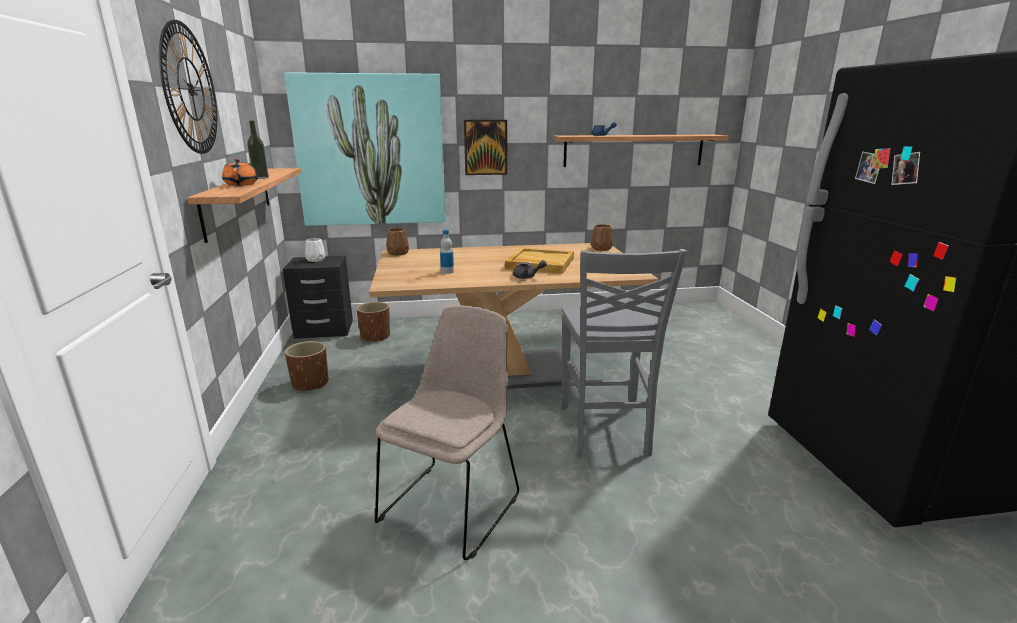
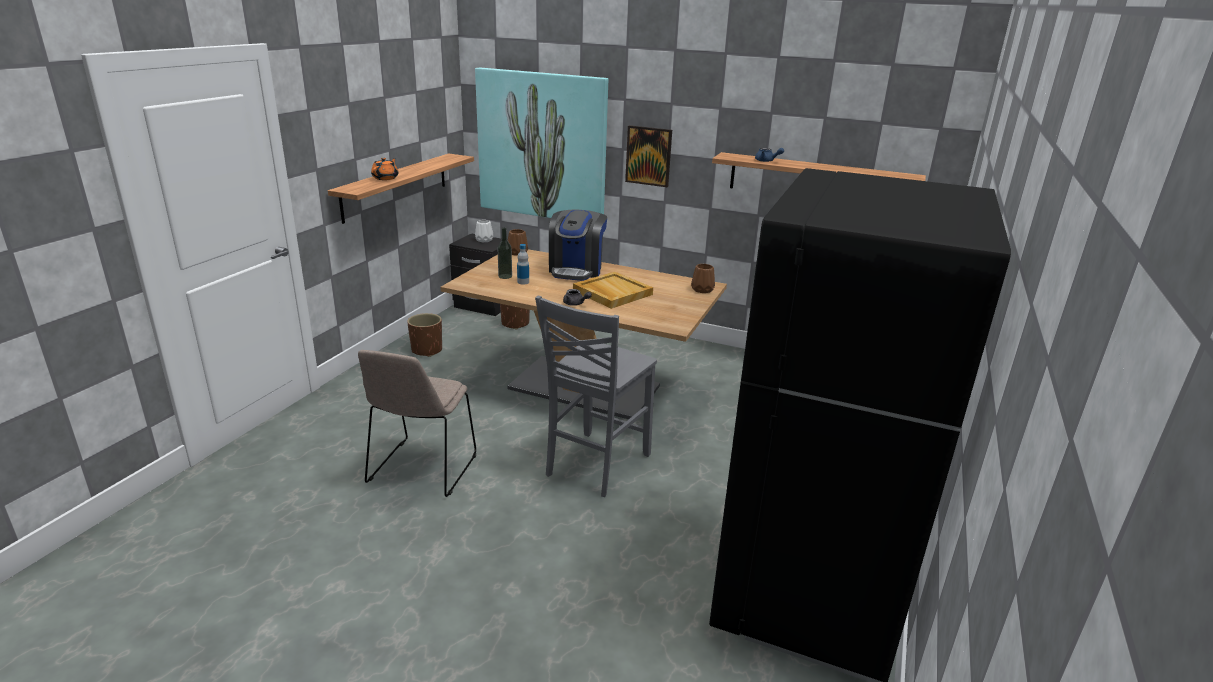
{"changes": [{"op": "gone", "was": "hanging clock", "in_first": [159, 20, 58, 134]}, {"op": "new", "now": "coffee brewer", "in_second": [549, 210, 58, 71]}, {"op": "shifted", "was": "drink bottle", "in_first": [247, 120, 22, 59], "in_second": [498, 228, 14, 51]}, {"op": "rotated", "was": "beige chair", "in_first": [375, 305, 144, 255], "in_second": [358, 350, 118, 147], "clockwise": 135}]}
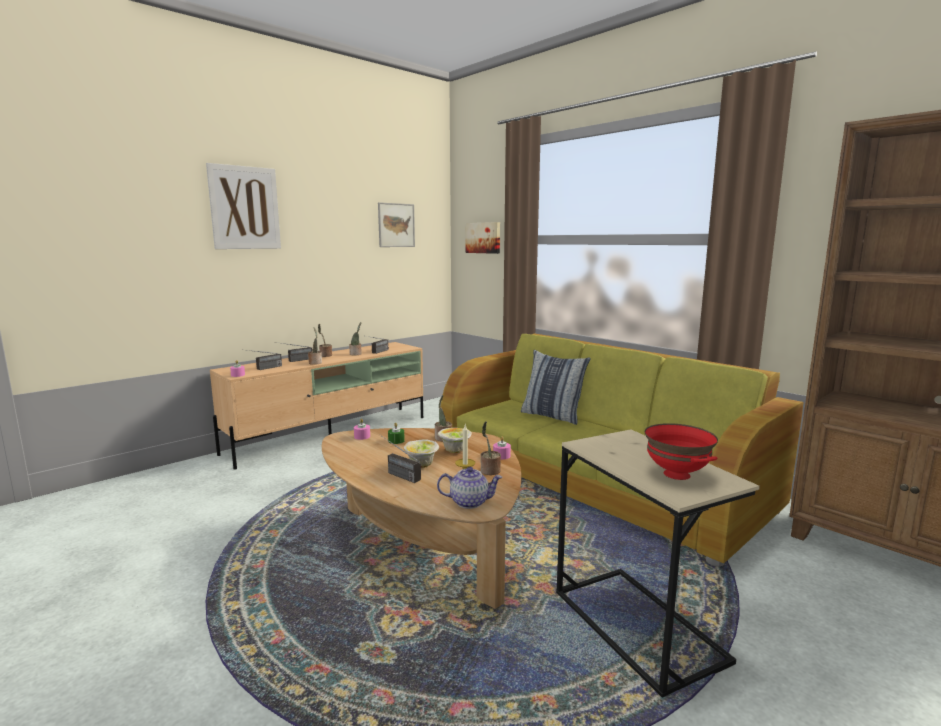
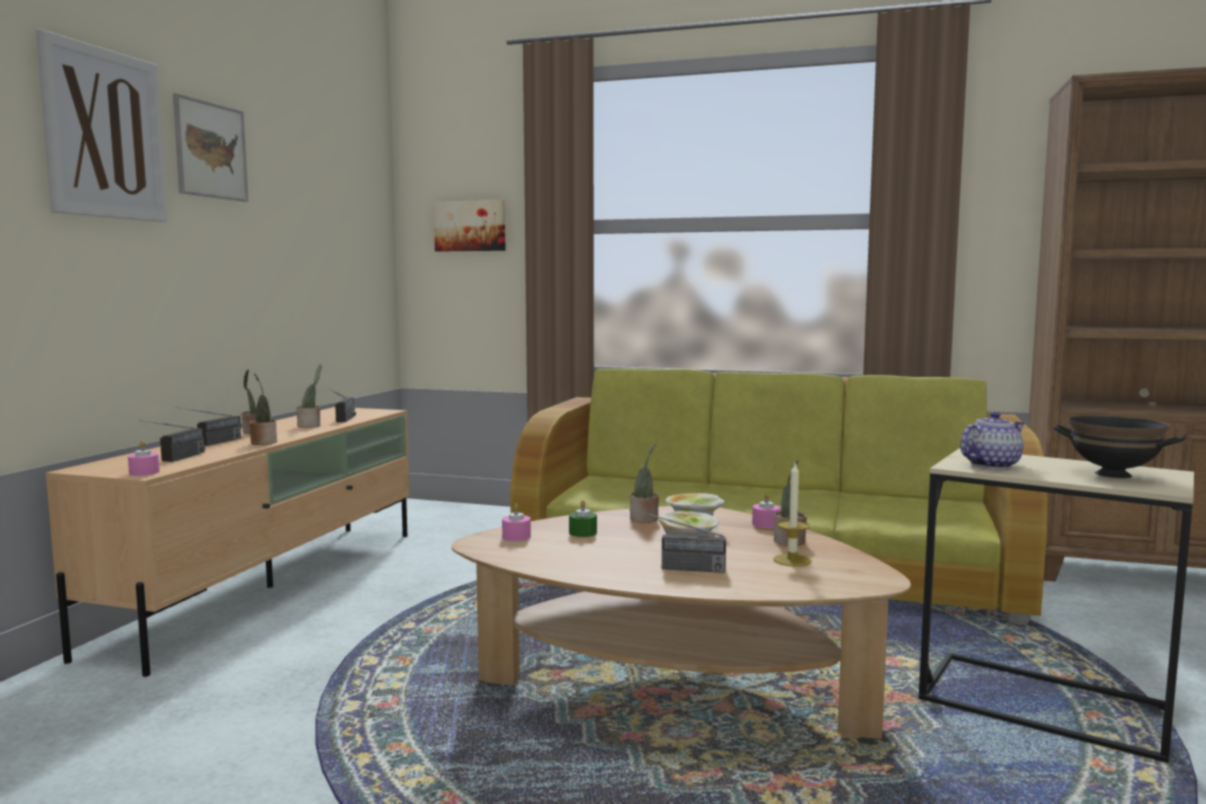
{"changes": [{"op": "gone", "was": "cushion", "in_first": [521, 350, 70, 75]}, {"op": "shifted", "was": "picture", "in_first": [378, 202, 37, 45], "in_second": [173, 93, 75, 109]}, {"op": "shifted", "was": "teapot", "in_first": [437, 467, 65, 42], "in_second": [960, 412, 65, 57]}, {"op": "repainted", "was": "red-coloured deep dish", "now": "blackish deep dish", "in_first": [645, 423, 73, 57], "in_second": [1053, 415, 133, 63]}]}
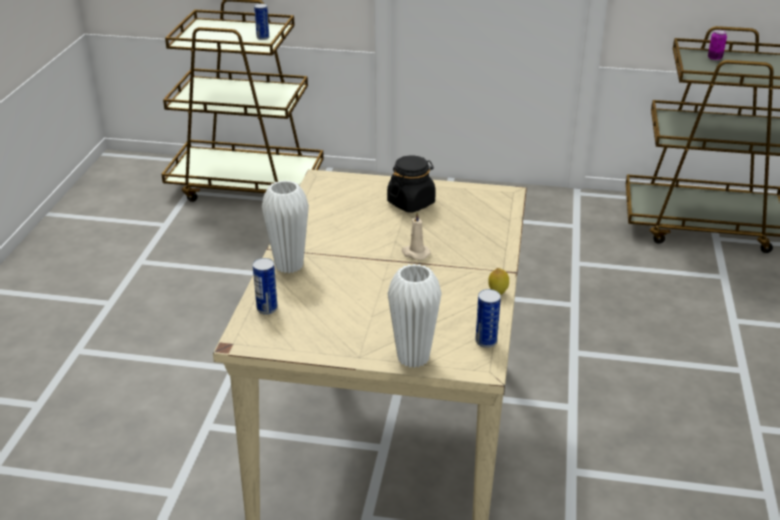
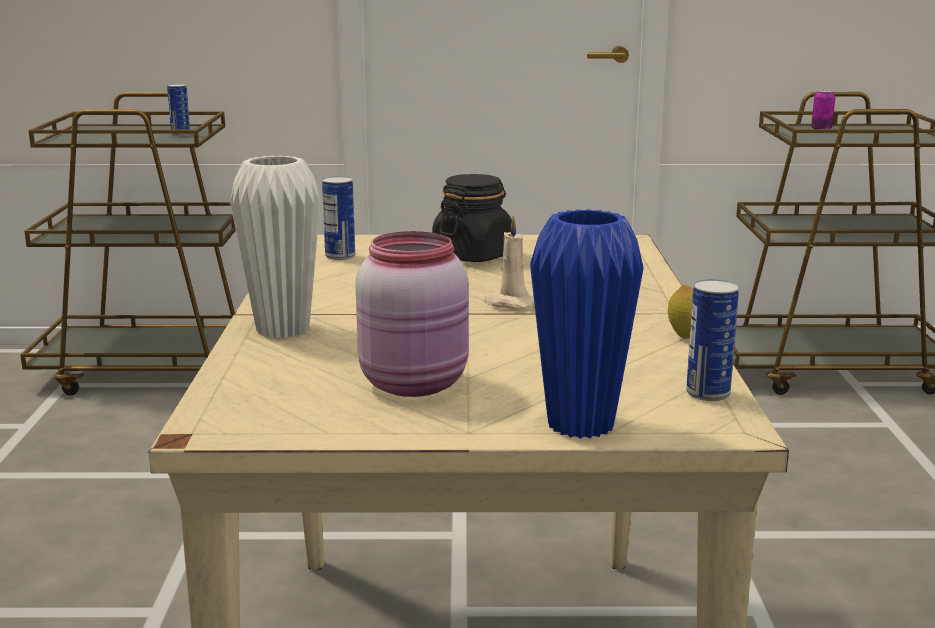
{"changes": [{"op": "new", "now": "pink storage jar", "in_second": [356, 231, 113, 166]}, {"op": "shifted", "was": "metal can", "in_first": [253, 258, 25, 56], "in_second": [322, 176, 33, 84]}, {"op": "repainted", "was": "white flower vase", "now": "blue flower vase", "in_first": [388, 264, 54, 104], "in_second": [530, 209, 114, 230]}]}
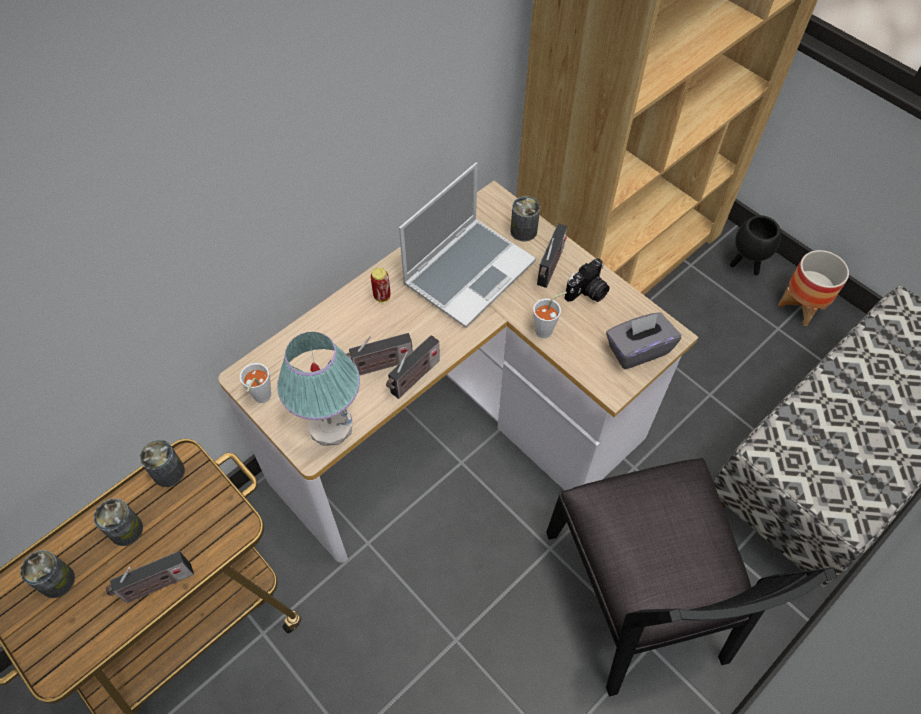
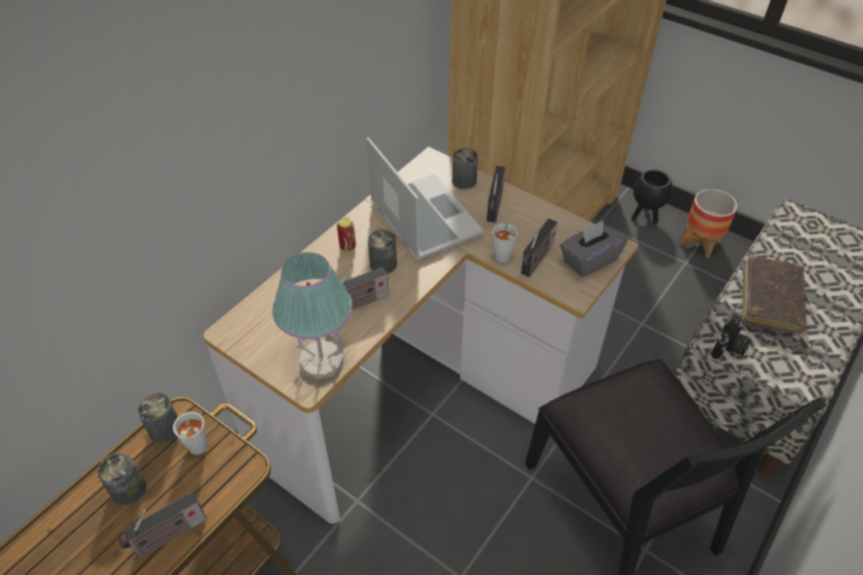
{"changes": [{"op": "new", "now": "brown book", "in_second": [742, 256, 64, 78]}, {"op": "shifted", "was": "metal can", "in_first": [20, 550, 55, 48], "in_second": [368, 229, 29, 45]}, {"op": "shifted", "was": "white small cup", "in_first": [240, 363, 31, 40], "in_second": [173, 412, 35, 43]}, {"op": "shifted", "was": "radio", "in_first": [386, 335, 54, 64], "in_second": [521, 218, 36, 59]}, {"op": "shifted", "was": "photo camera", "in_first": [564, 258, 46, 44], "in_second": [711, 317, 41, 42]}, {"op": "rotated", "was": "laptop", "in_first": [399, 162, 137, 166], "in_second": [367, 137, 117, 124], "clockwise": -60}]}
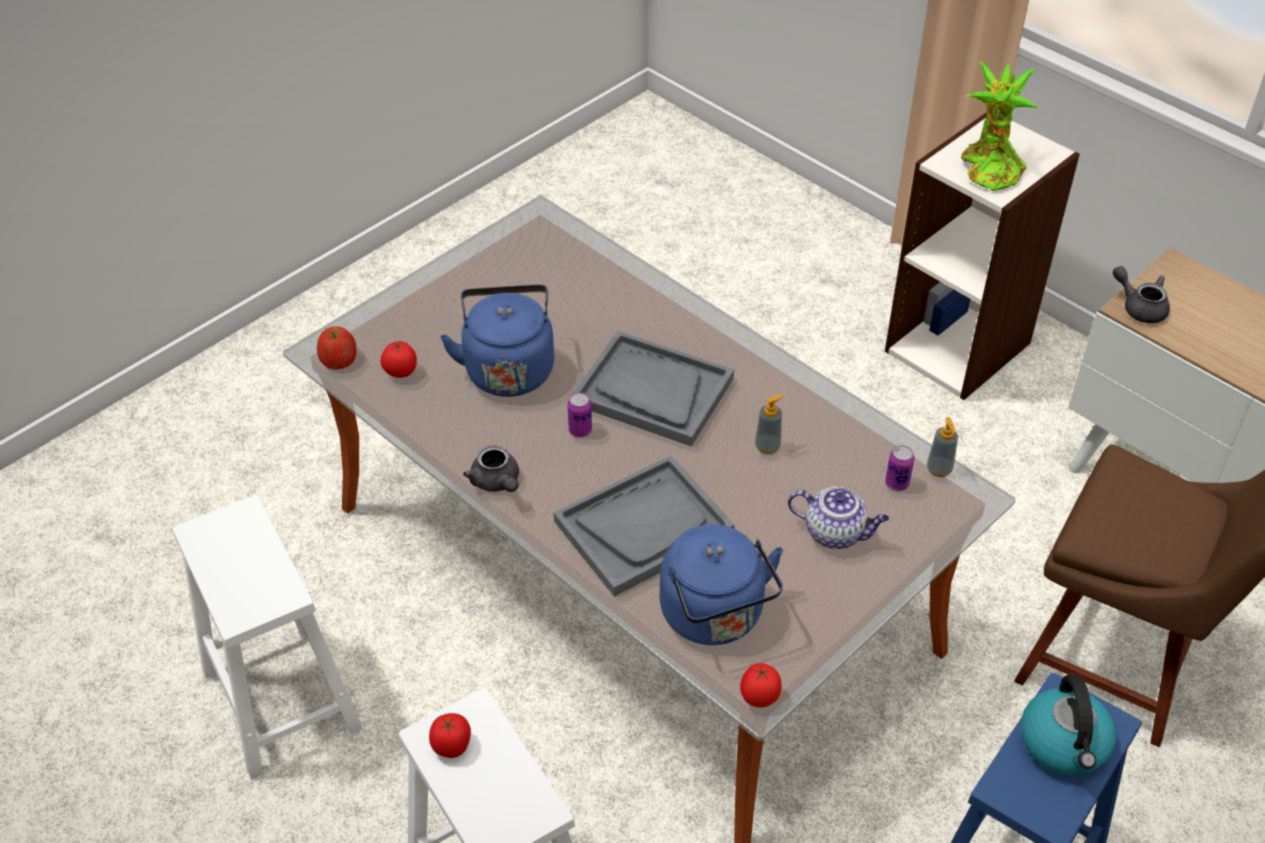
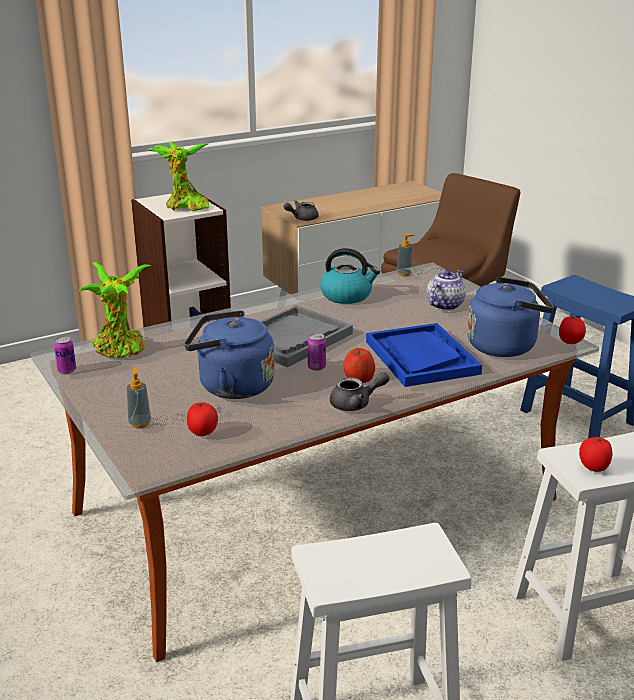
{"changes": [{"op": "new", "now": "houseplant", "in_second": [78, 262, 73, 96]}, {"op": "shifted", "was": "apple", "in_first": [317, 327, 40, 43], "in_second": [344, 348, 31, 35]}, {"op": "shifted", "was": "soap bottle", "in_first": [755, 394, 30, 60], "in_second": [127, 367, 24, 61]}, {"op": "shifted", "was": "metal can", "in_first": [885, 445, 30, 46], "in_second": [54, 336, 22, 38]}, {"op": "shifted", "was": "tea kettle", "in_first": [1021, 675, 96, 101], "in_second": [320, 248, 60, 56]}, {"op": "repainted", "was": "greyish serving tray", "now": "blue serving tray", "in_first": [554, 455, 181, 141], "in_second": [366, 323, 116, 64]}]}
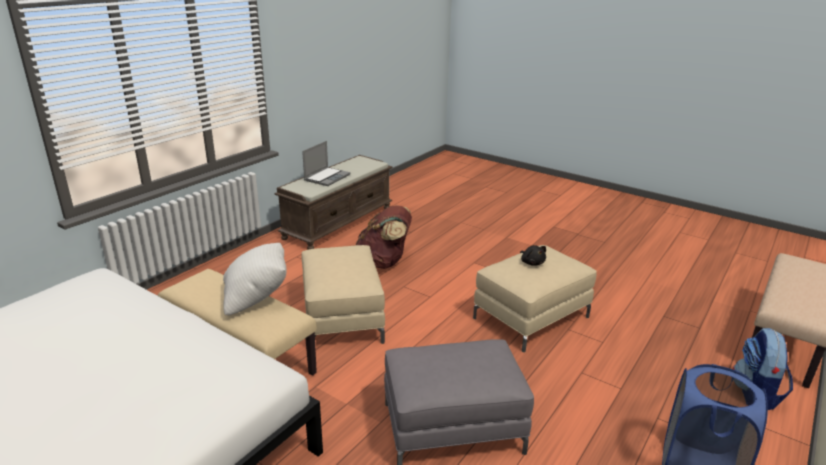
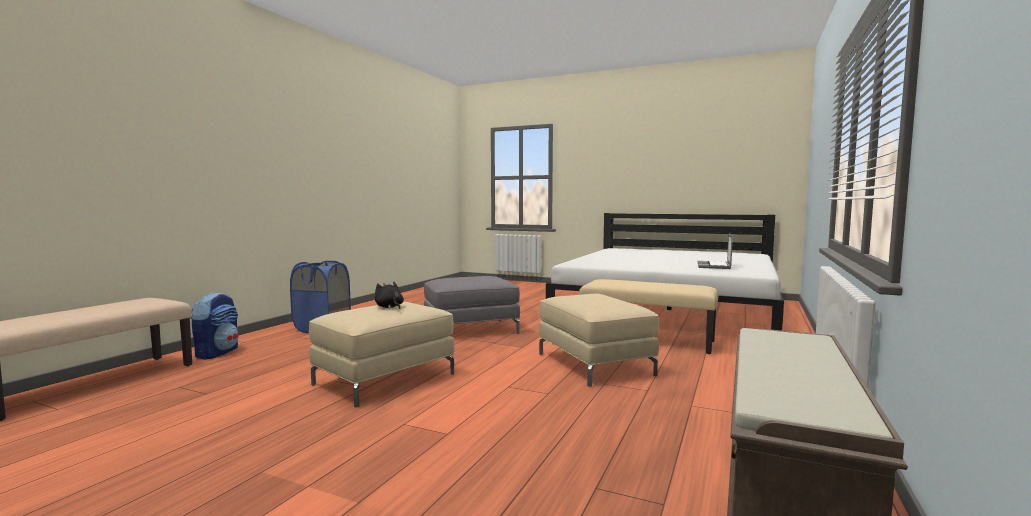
{"changes": [{"op": "gone", "was": "white cushion", "in_first": [223, 243, 64, 72]}, {"op": "gone", "was": "brown rucksack", "in_first": [356, 205, 56, 64]}, {"op": "shifted", "was": "laptop", "in_first": [302, 141, 48, 45], "in_second": [698, 233, 35, 36]}]}
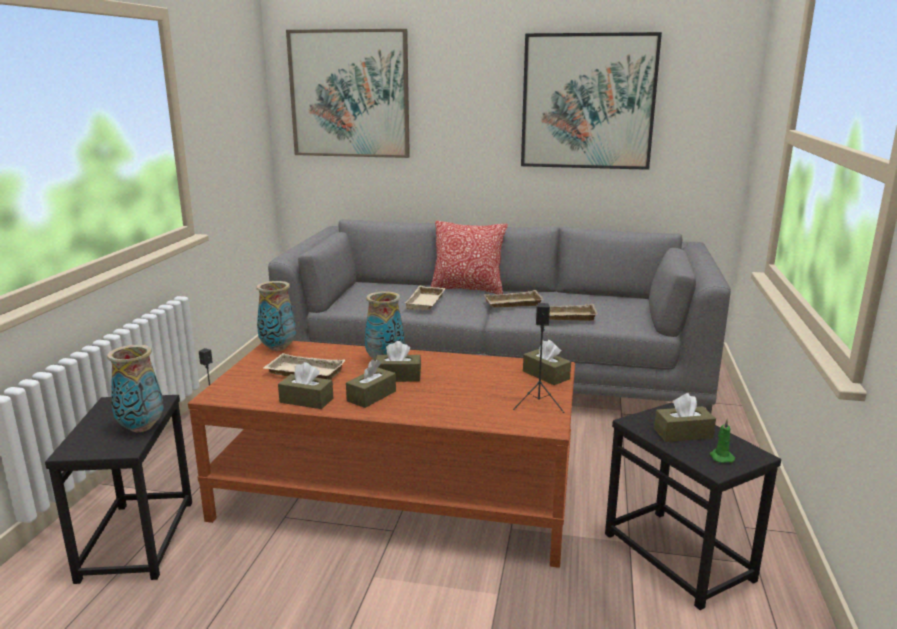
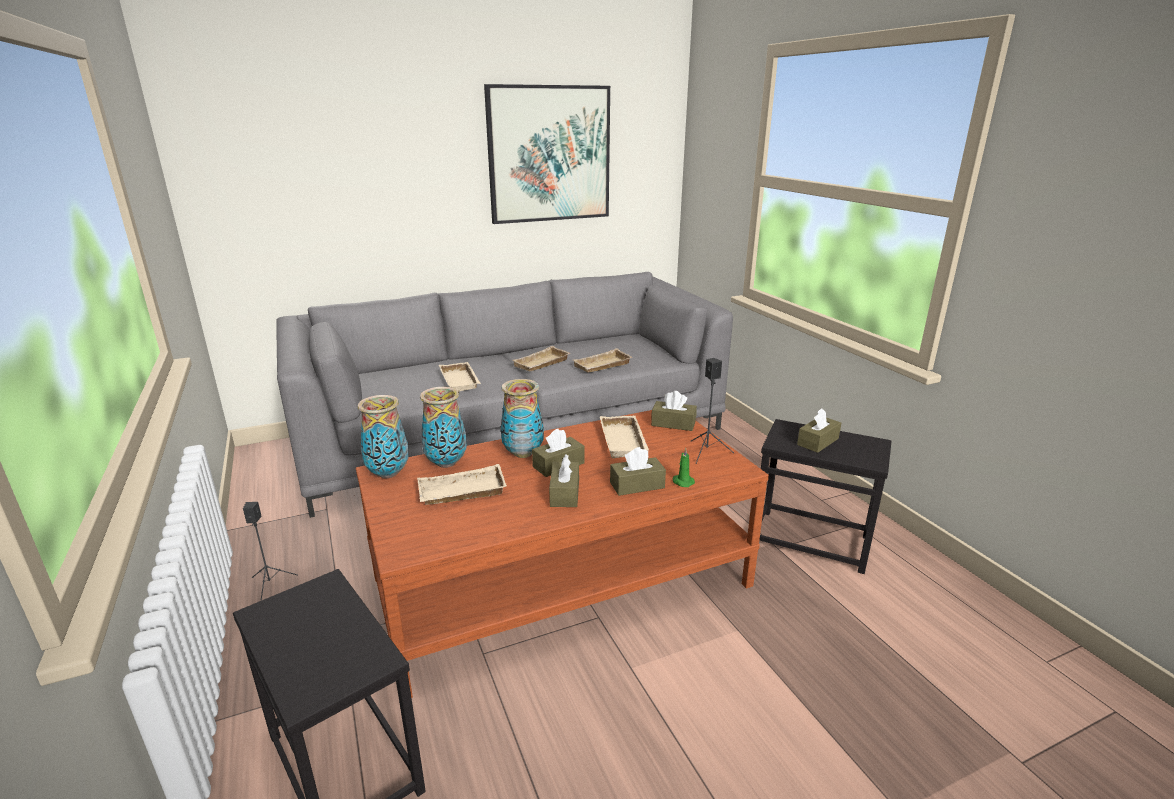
{"changes": [{"op": "gone", "was": "picture", "in_first": [286, 29, 124, 129]}, {"op": "gone", "was": "cushion", "in_first": [431, 221, 77, 73]}, {"op": "new", "now": "beige serving tray", "in_second": [600, 416, 49, 42]}, {"op": "shifted", "was": "flower vase", "in_first": [107, 345, 57, 87], "in_second": [420, 387, 47, 81]}, {"op": "shifted", "was": "brown tissue box", "in_first": [278, 362, 55, 47], "in_second": [610, 447, 56, 49]}, {"op": "shifted", "was": "green-coloured wax candle", "in_first": [710, 419, 25, 44], "in_second": [673, 448, 22, 39]}]}
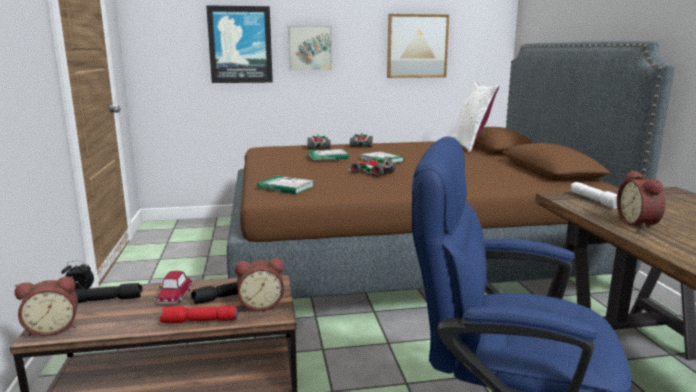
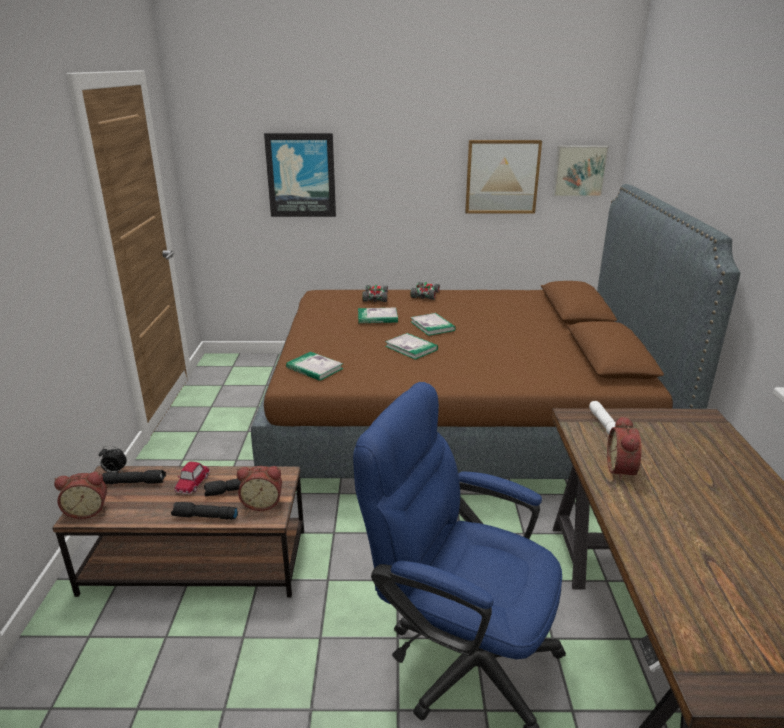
{"changes": [{"op": "gone", "was": "white cushion", "in_first": [452, 82, 47, 71]}, {"op": "shifted", "was": "picture", "in_first": [288, 26, 44, 45], "in_second": [552, 146, 57, 51]}, {"op": "swapped", "was": "miniature car", "now": "book", "in_first": [348, 157, 48, 20], "in_second": [385, 333, 53, 27]}, {"op": "repainted", "was": "red-coloured torch", "now": "blackish torch", "in_first": [160, 306, 78, 17], "in_second": [171, 502, 67, 18]}]}
